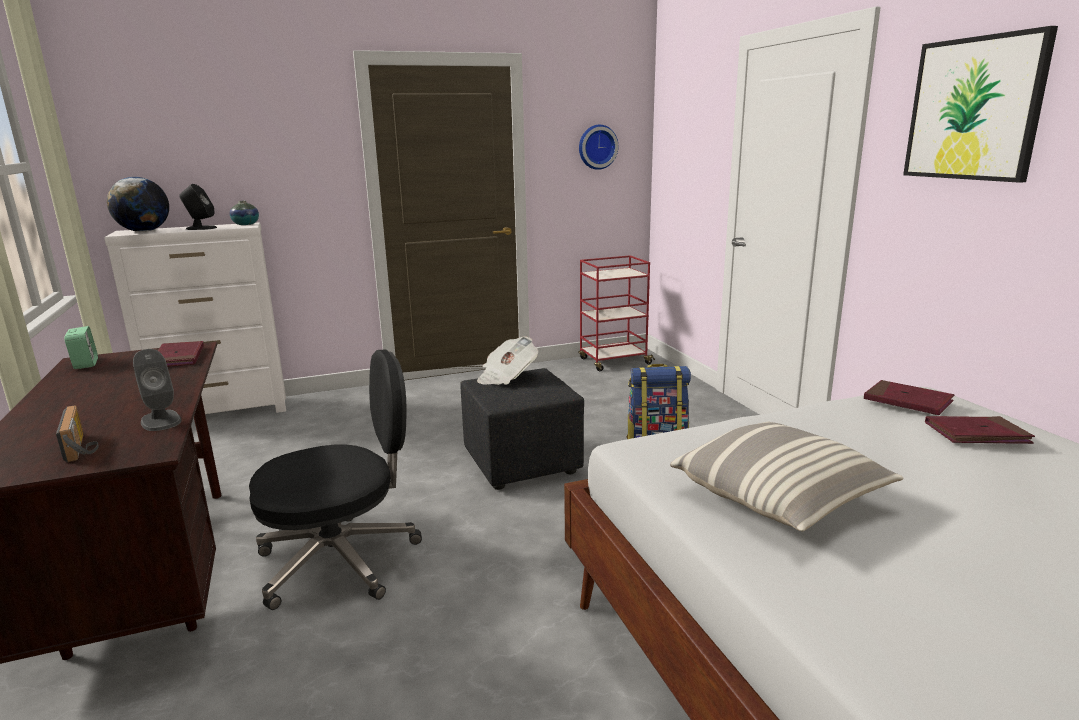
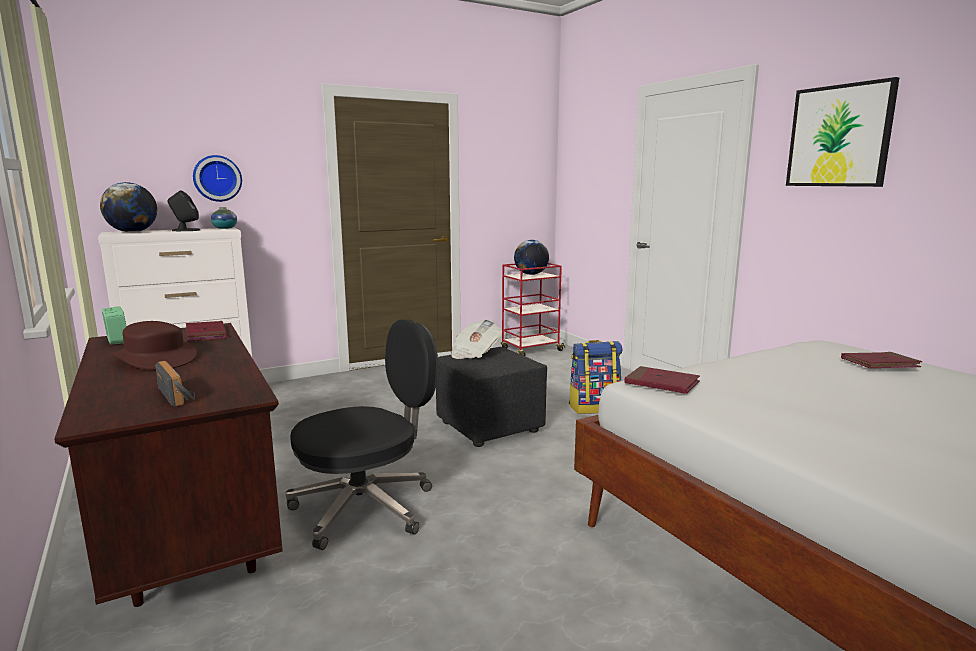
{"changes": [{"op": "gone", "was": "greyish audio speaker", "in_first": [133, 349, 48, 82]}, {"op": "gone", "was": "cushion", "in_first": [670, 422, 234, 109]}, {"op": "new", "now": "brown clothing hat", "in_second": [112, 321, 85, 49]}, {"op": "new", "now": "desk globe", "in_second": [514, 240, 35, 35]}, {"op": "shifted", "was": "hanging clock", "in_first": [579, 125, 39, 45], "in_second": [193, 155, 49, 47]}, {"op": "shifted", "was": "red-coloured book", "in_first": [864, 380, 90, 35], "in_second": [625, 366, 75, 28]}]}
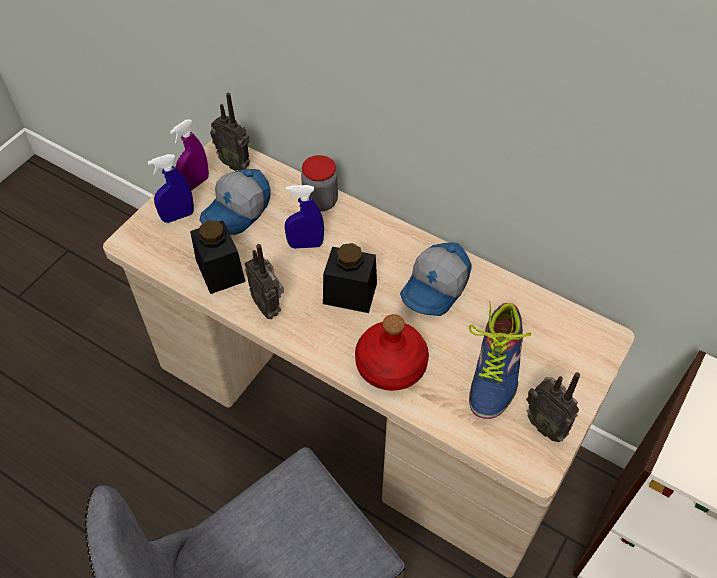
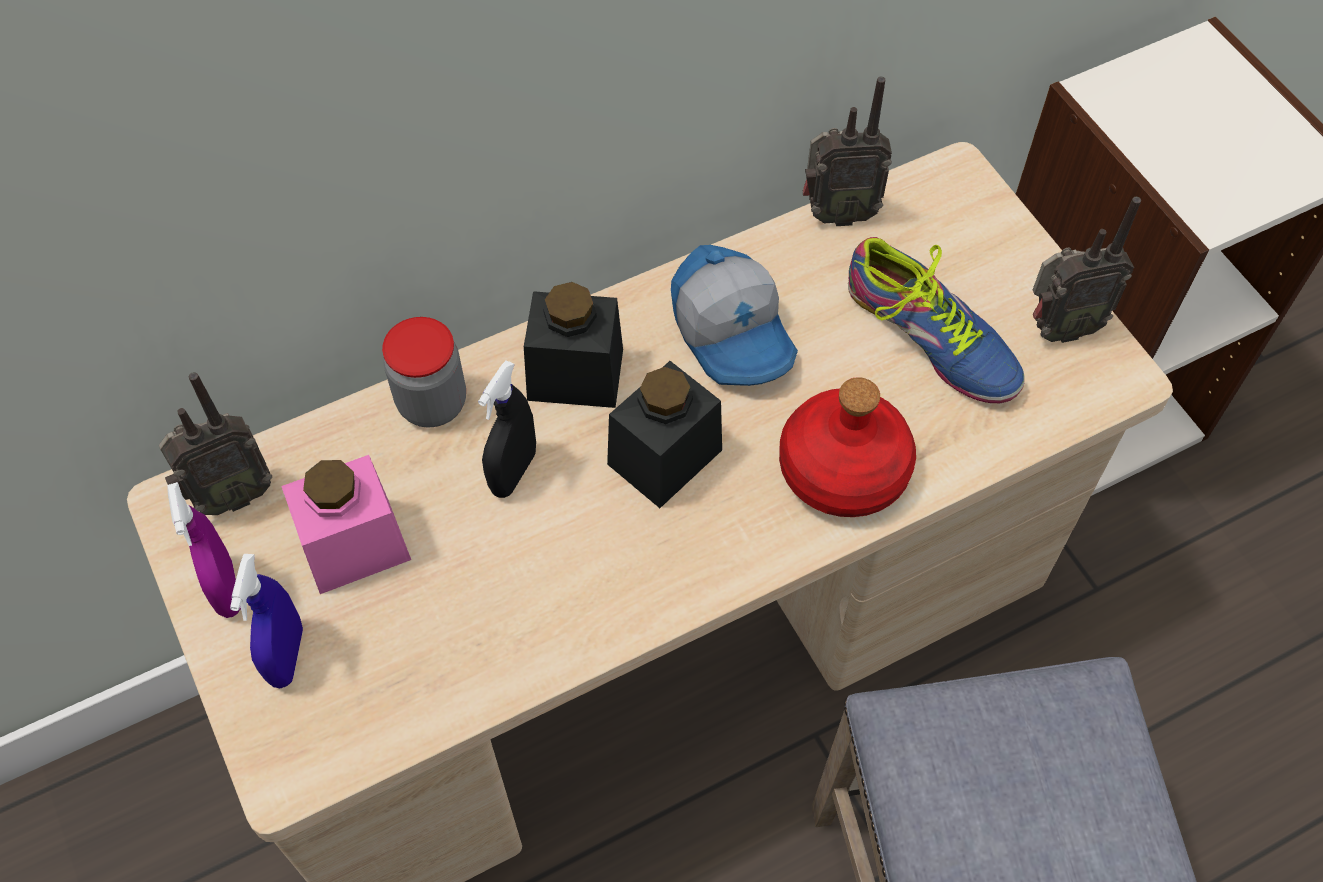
{"changes": [{"op": "shifted", "was": "blackish storage jar", "in_first": [190, 220, 55, 74], "in_second": [524, 282, 99, 126]}, {"op": "shifted", "was": "radio", "in_first": [245, 244, 39, 75], "in_second": [803, 77, 89, 149]}, {"op": "swapped", "was": "cap", "now": "pink storage jar", "in_first": [200, 169, 70, 66], "in_second": [281, 455, 130, 139]}, {"op": "repainted", "was": "blue hand sprayer", "now": "blackish hand sprayer", "in_first": [285, 185, 39, 64], "in_second": [478, 360, 58, 138]}]}
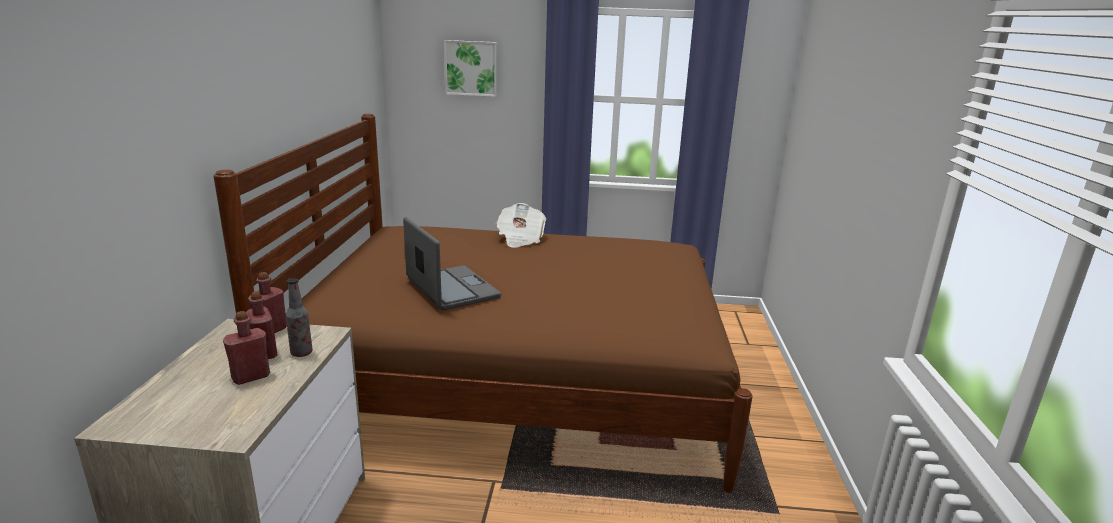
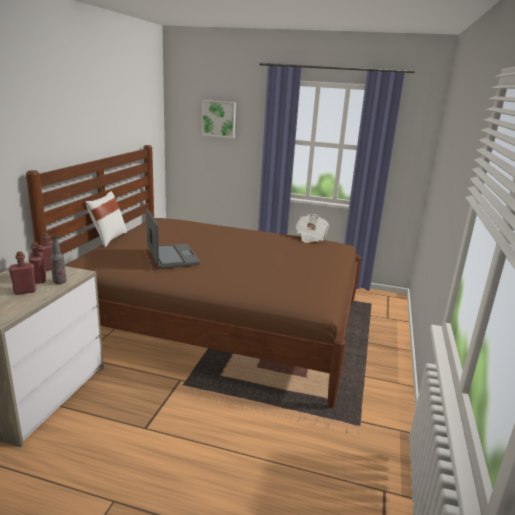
{"changes": [{"op": "new", "now": "white cushion", "in_second": [85, 191, 42, 56]}, {"op": "shifted", "was": "printed paper", "in_first": [496, 203, 50, 45], "in_second": [295, 214, 34, 29]}]}
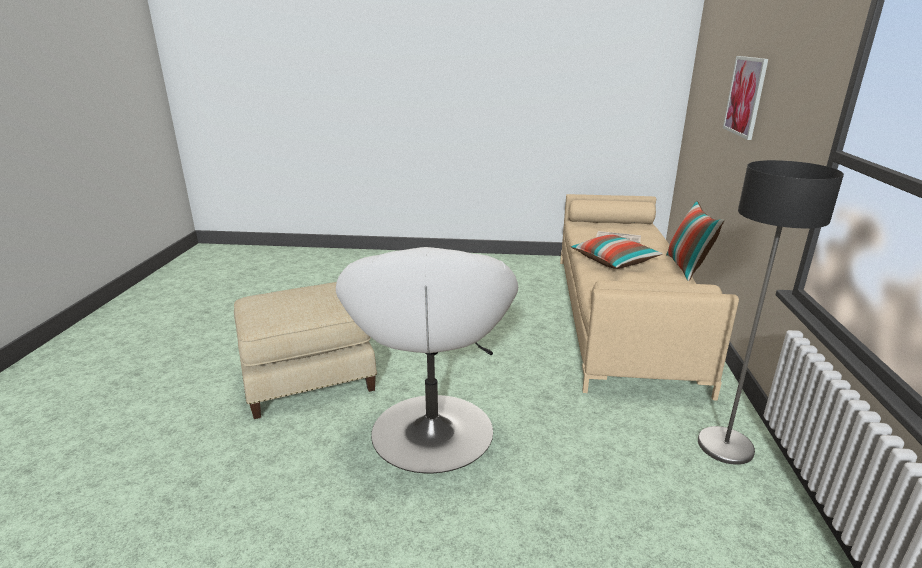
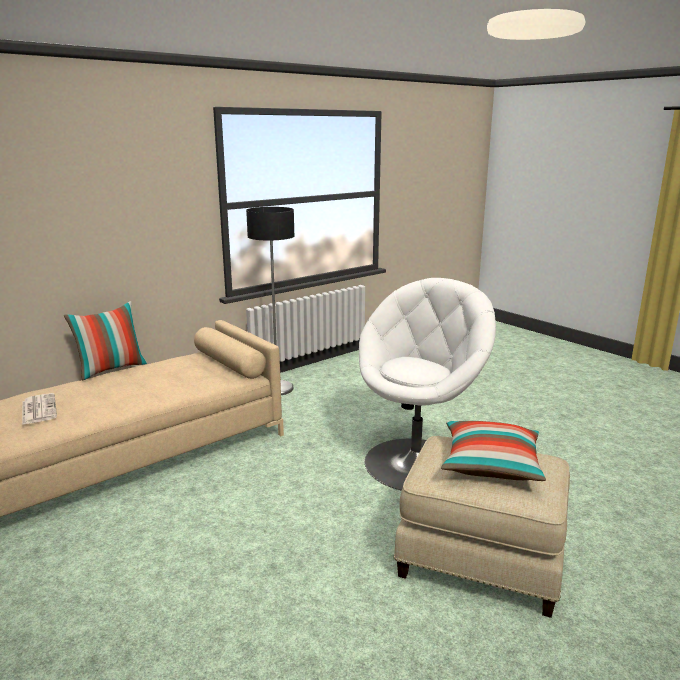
{"changes": [{"op": "gone", "was": "picture", "in_first": [723, 56, 45, 84]}, {"op": "shifted", "was": "cushion", "in_first": [571, 234, 92, 35], "in_second": [441, 421, 105, 60]}]}
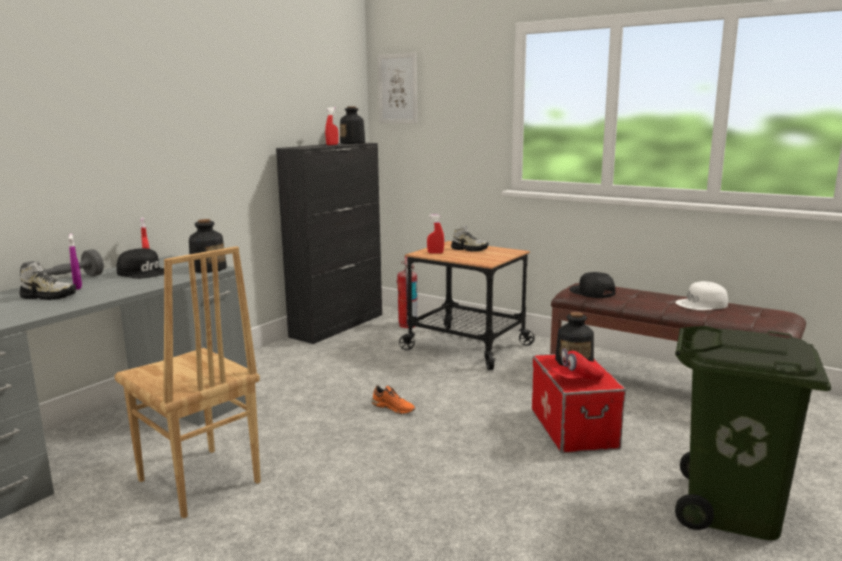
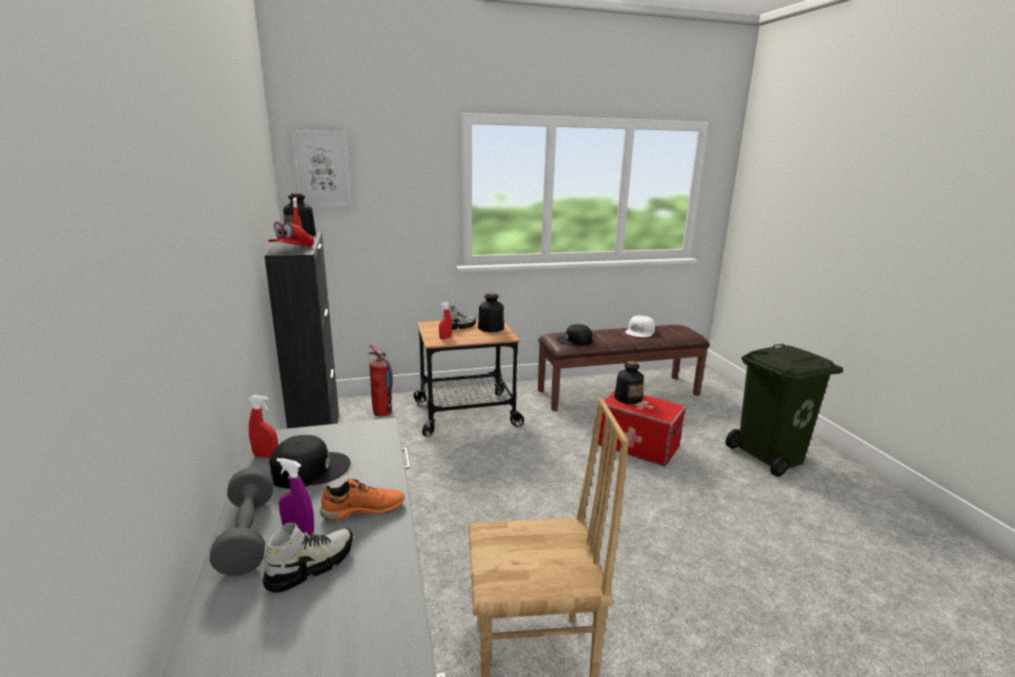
{"changes": [{"op": "shifted", "was": "drink bottle", "in_first": [189, 219, 38, 54], "in_second": [478, 292, 26, 41]}, {"op": "shifted", "was": "orange low shoe", "in_first": [372, 385, 43, 29], "in_second": [320, 478, 85, 43]}, {"op": "shifted", "was": "red-coloured cap", "in_first": [550, 348, 54, 33], "in_second": [268, 221, 46, 25]}]}
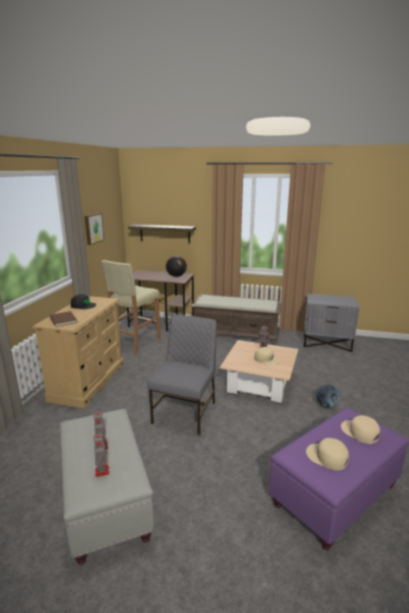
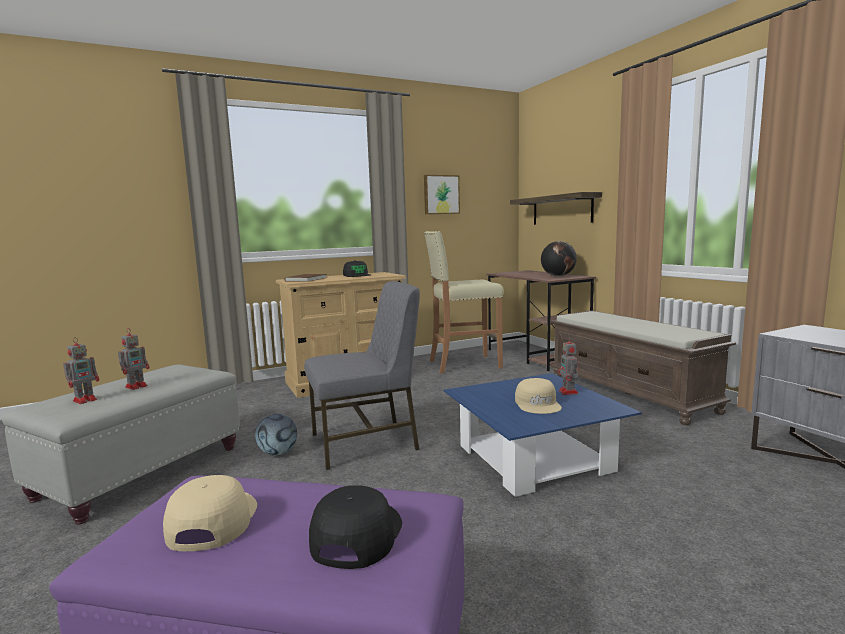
{"changes": [{"op": "shifted", "was": "ball for football", "in_first": [316, 385, 24, 23], "in_second": [255, 414, 42, 41]}, {"op": "repainted", "was": "beige low table", "now": "blue low table", "in_first": [220, 340, 78, 63], "in_second": [444, 373, 198, 124]}, {"op": "repainted", "was": "beige cap", "now": "blackish cap", "in_first": [341, 415, 40, 29], "in_second": [309, 485, 93, 84]}]}
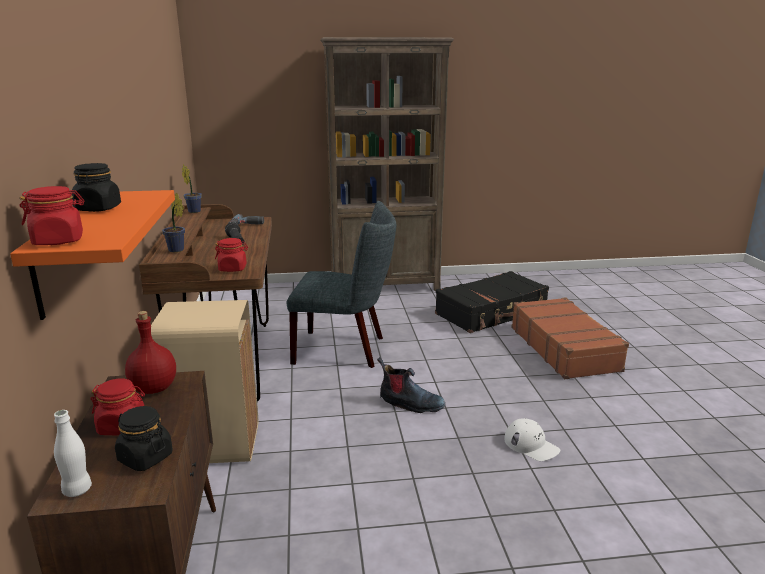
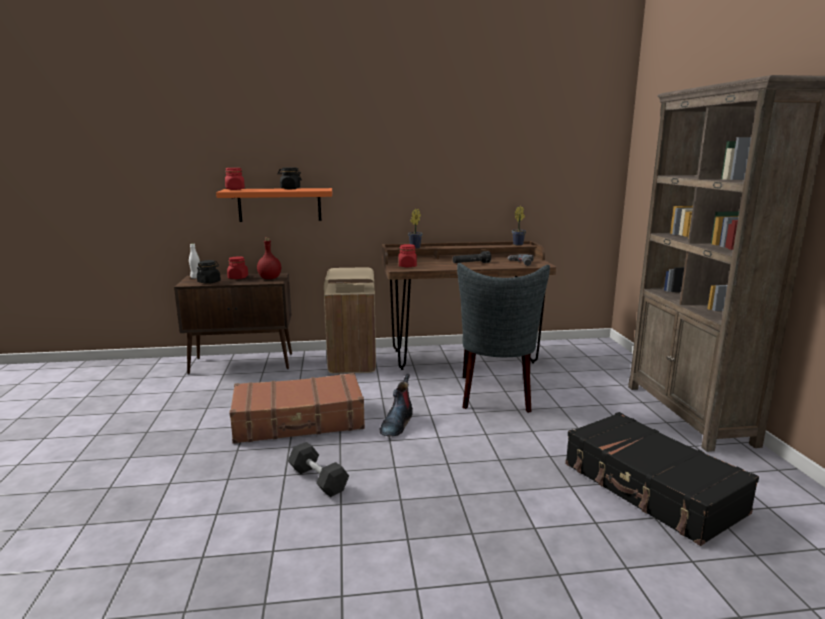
{"changes": [{"op": "shifted", "was": "brown piece of luggage", "in_first": [511, 297, 118, 82], "in_second": [230, 373, 135, 71]}, {"op": "swapped", "was": "white cap", "now": "blackish hand weight", "in_first": [504, 418, 56, 43], "in_second": [288, 442, 61, 55]}]}
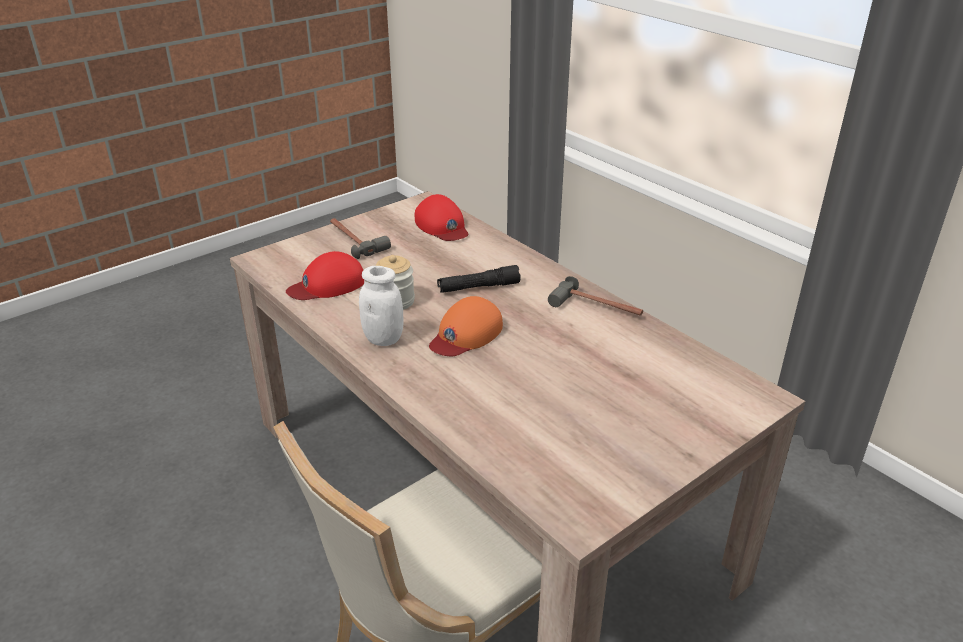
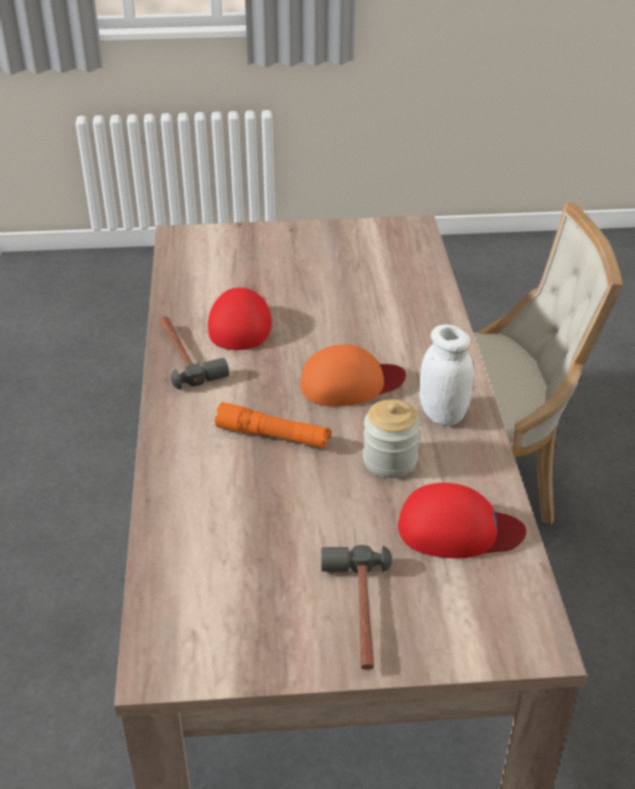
{"changes": [{"op": "shifted", "was": "red-coloured cap", "in_first": [415, 194, 54, 47], "in_second": [208, 287, 64, 63]}, {"op": "repainted", "was": "blackish torch", "now": "orange torch", "in_first": [437, 265, 84, 28], "in_second": [215, 402, 116, 46]}]}
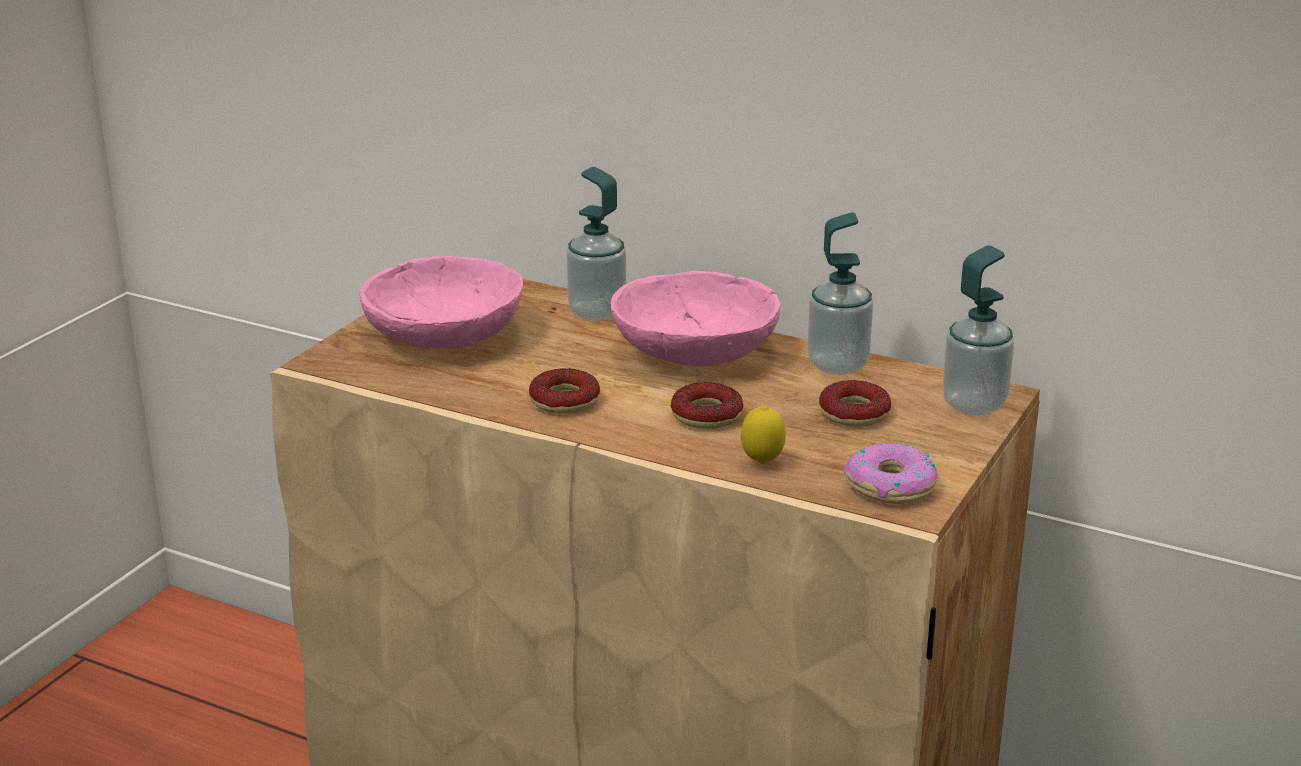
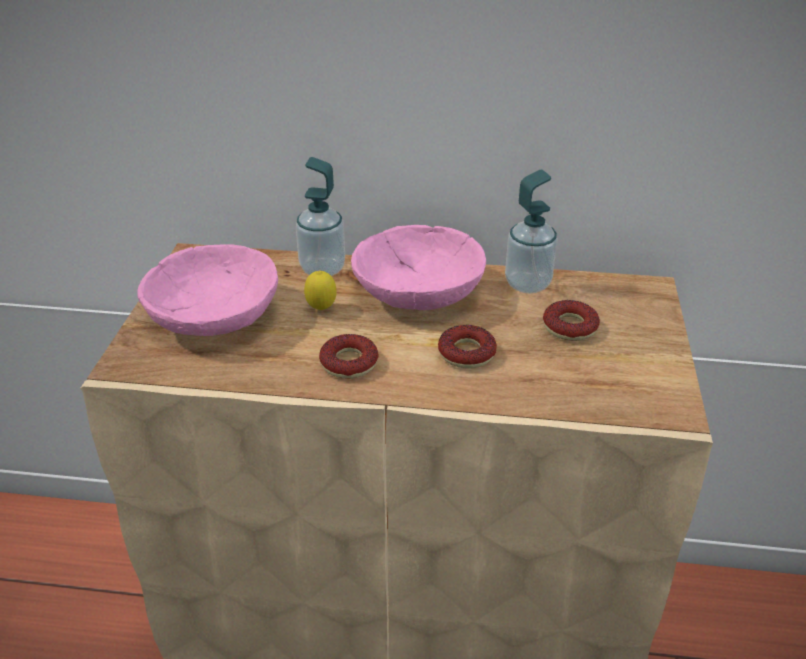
{"changes": [{"op": "gone", "was": "doughnut", "in_first": [844, 443, 94, 61]}, {"op": "gone", "was": "soap bottle", "in_first": [943, 245, 71, 171]}, {"op": "shifted", "was": "whole lemon", "in_first": [741, 406, 45, 58], "in_second": [304, 271, 33, 39]}]}
